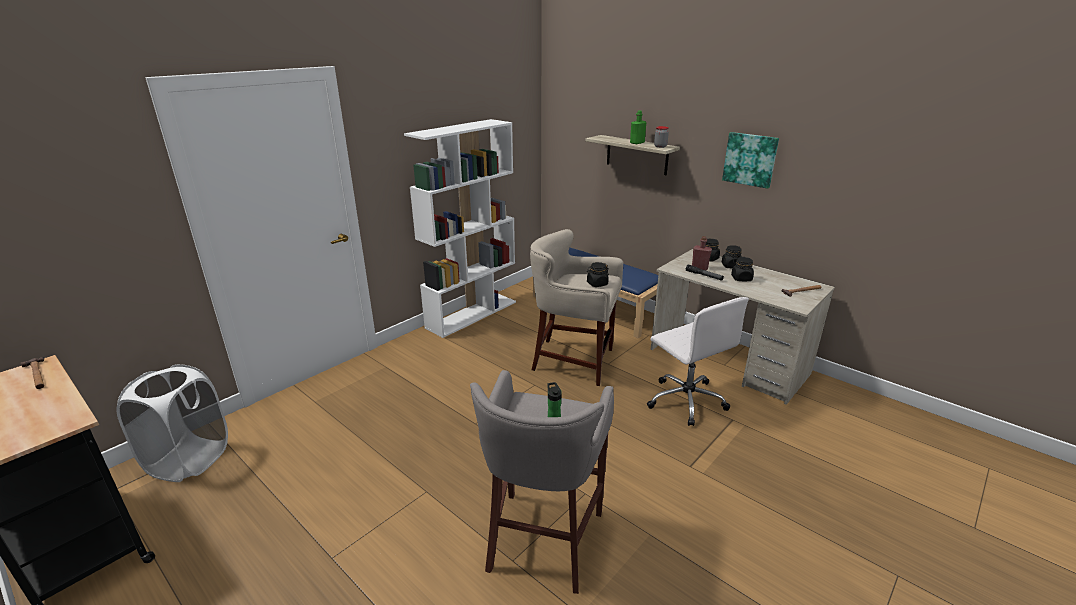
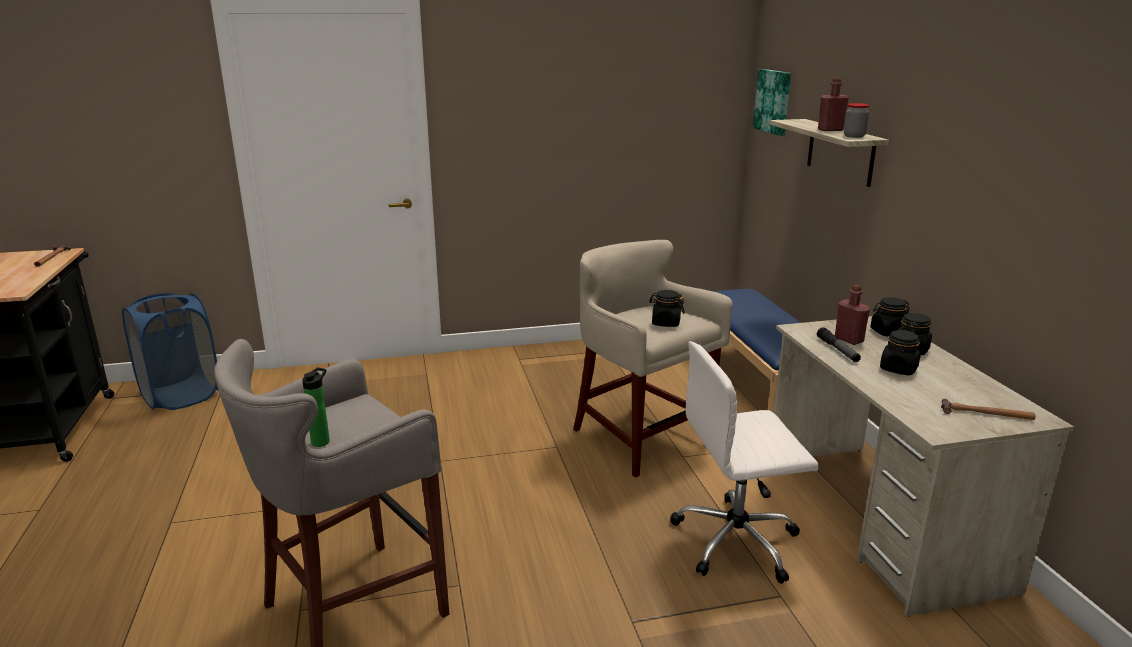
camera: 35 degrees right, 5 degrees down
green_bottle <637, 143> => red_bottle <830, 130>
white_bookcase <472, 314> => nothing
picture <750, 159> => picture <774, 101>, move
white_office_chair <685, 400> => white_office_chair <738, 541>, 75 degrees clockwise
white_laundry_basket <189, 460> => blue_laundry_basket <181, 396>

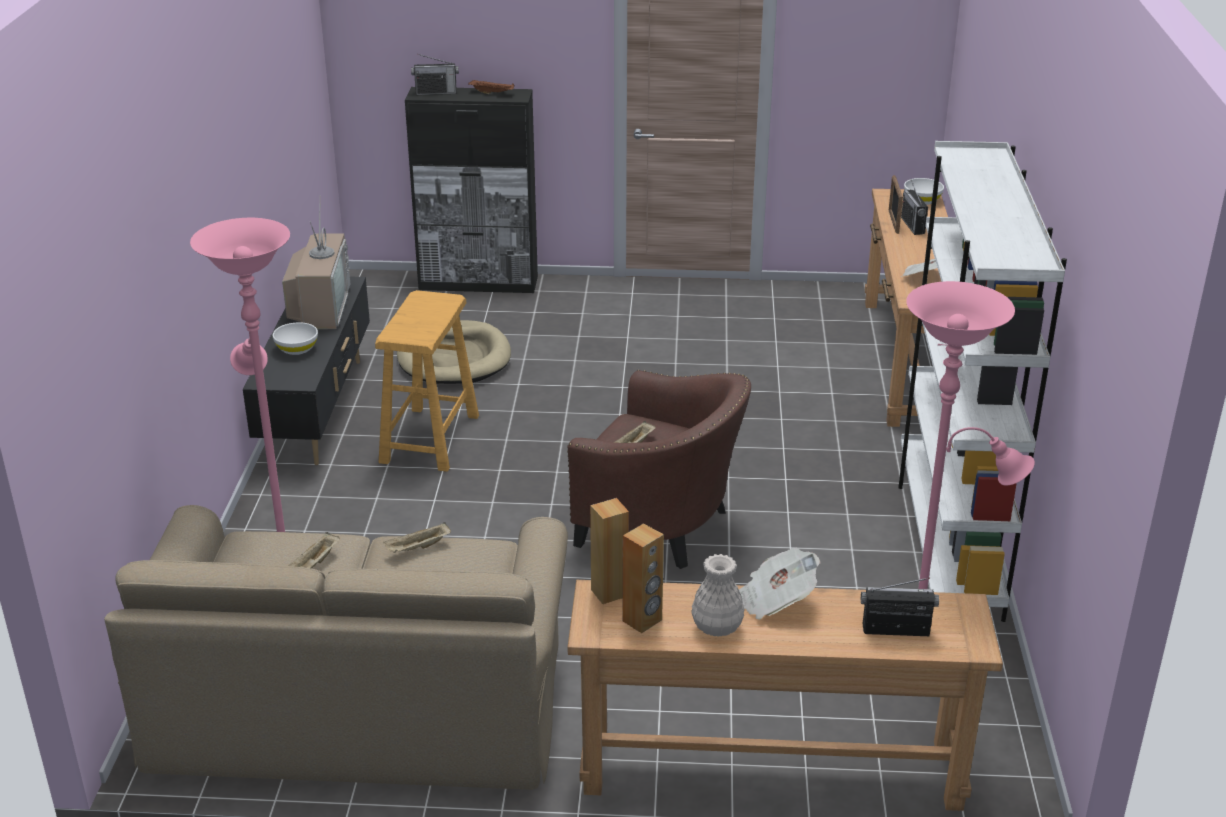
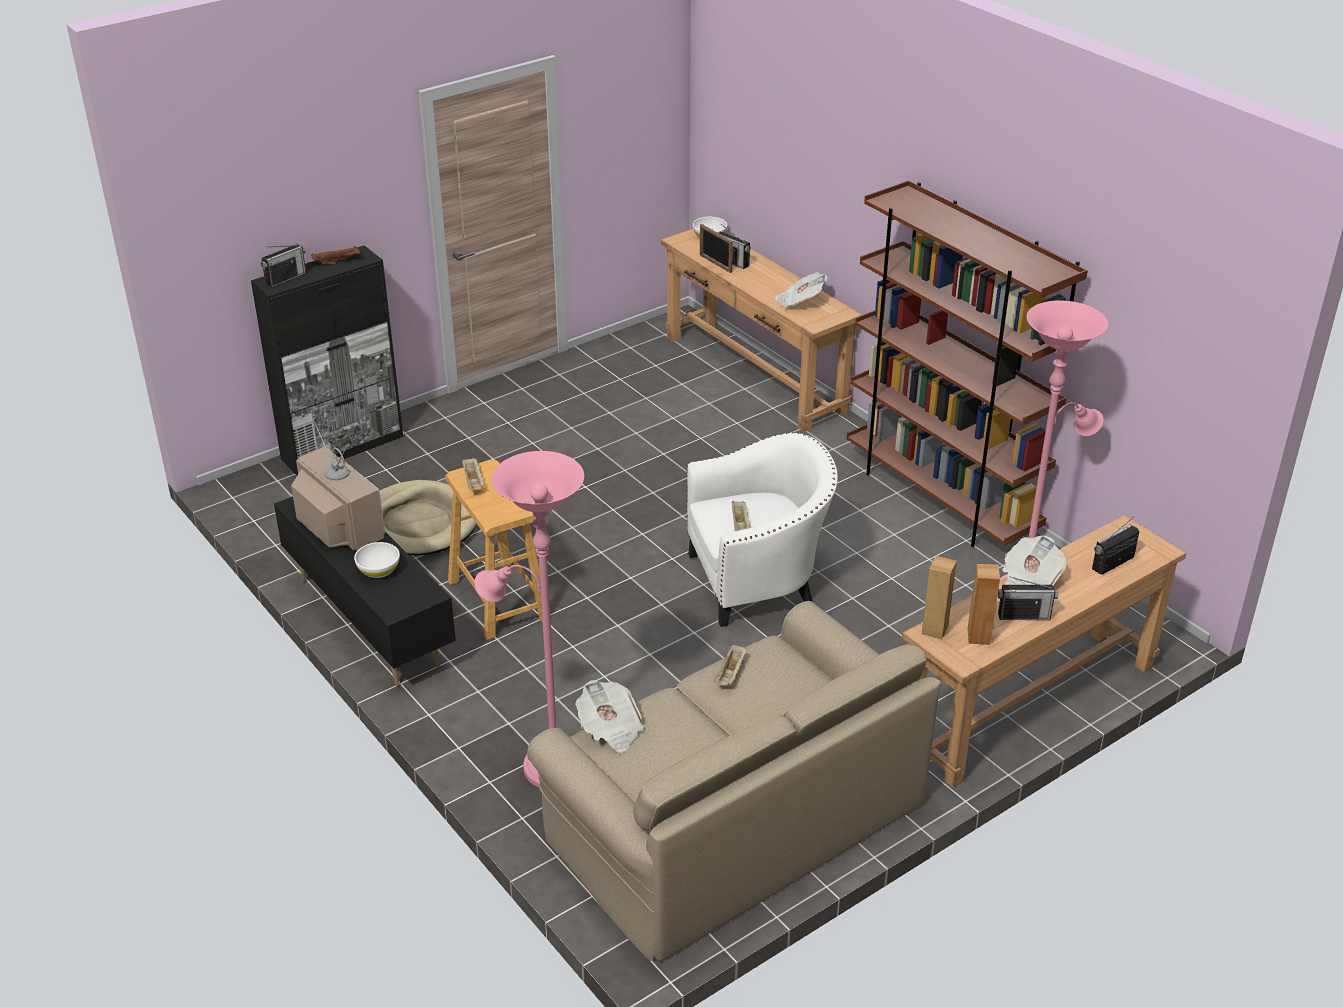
camera: 40 degrees left, 5 degrees up
white_bookcase <947, 541> => brown_bookcase <941, 499>
brown_armchair <662, 527> => white_armchair <759, 581>
beige_tray <314, 564> => beige_tray <474, 482>, move
white_vase <718, 627> => radio <1023, 616>
nothing => newspaper <610, 729>

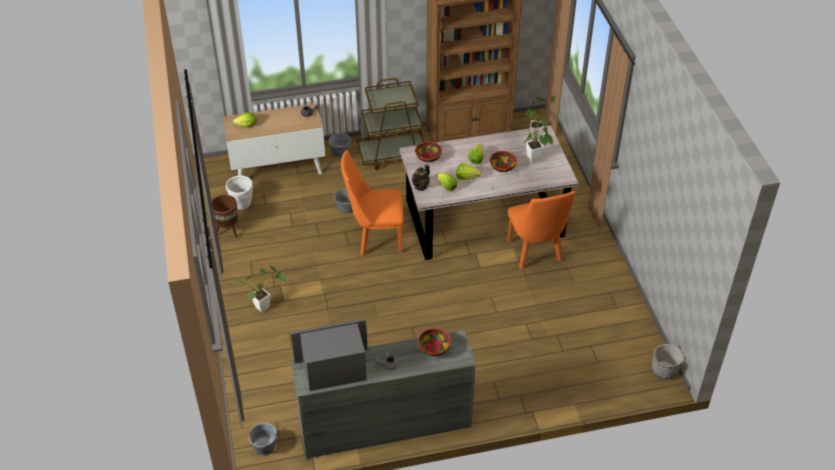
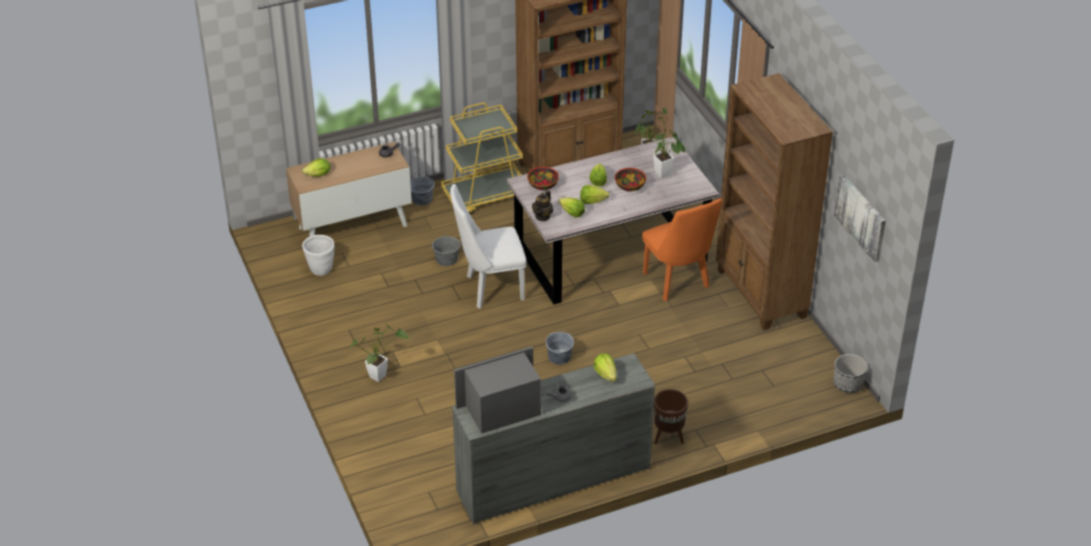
camera: 10 degrees left, 5 degrees down
brown_cart <393, 154> => yellow_cart <485, 195>
orange_chair <375, 239> => white_chair <489, 289>
brown_planter <227, 231> => brown_planter <668, 437>, move
bowl <434, 348> => lettuce <606, 374>
grey_bucket <264, 445> => grey_bucket <559, 357>, move
nothing => brown_bookcase <761, 294>
nothing => picture <861, 217>

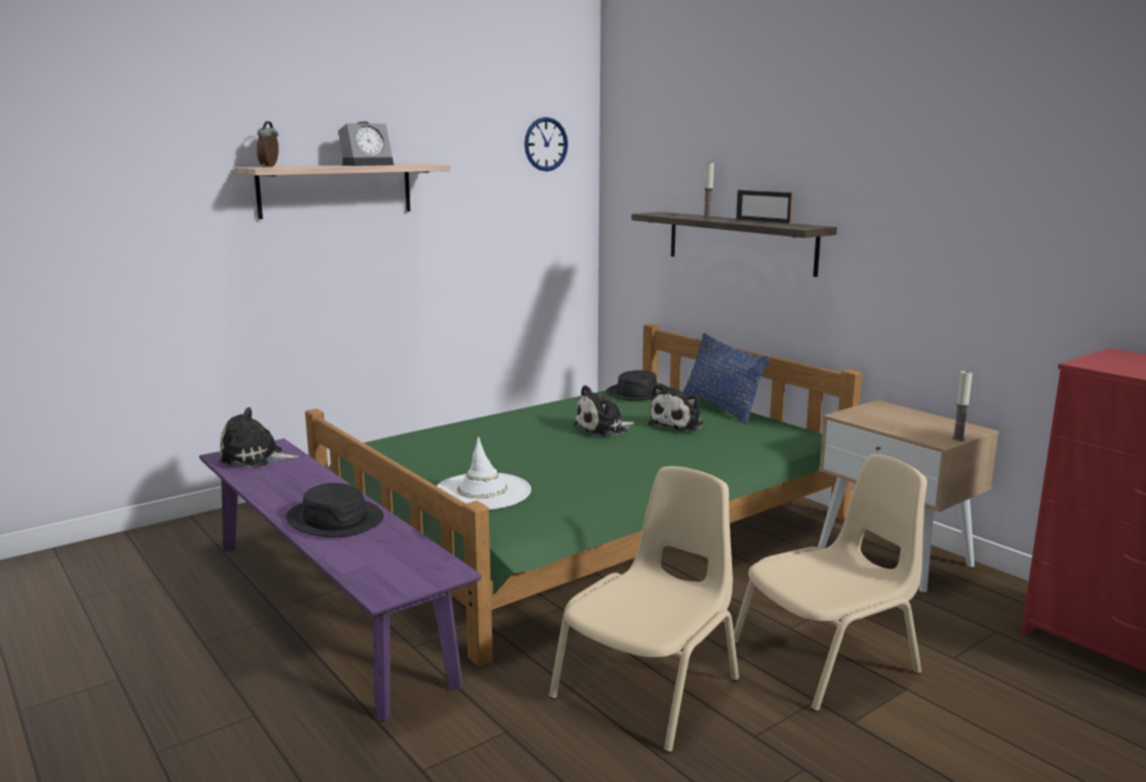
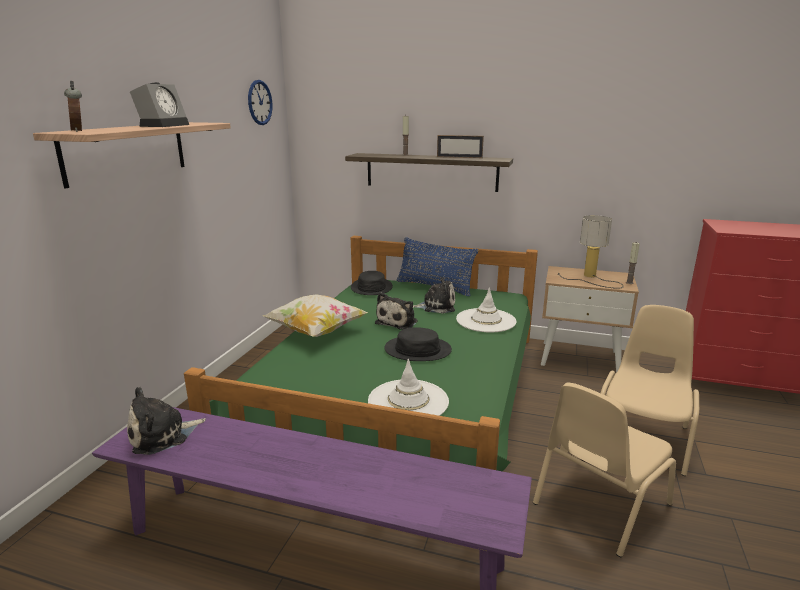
camera: 35 degrees left, 5 degrees up
plush_toy <678, 425> => plush_toy <436, 306>, 90 degrees counterclockwise
beige_chair <650, 688> => beige_chair <598, 504>, 135 degrees counterclockwise
black_hat <335, 519> => black_hat <417, 350>, move
nothing => table_lamp <590, 278>
nothing => white_hat <486, 320>
nothing => pillow <316, 332>

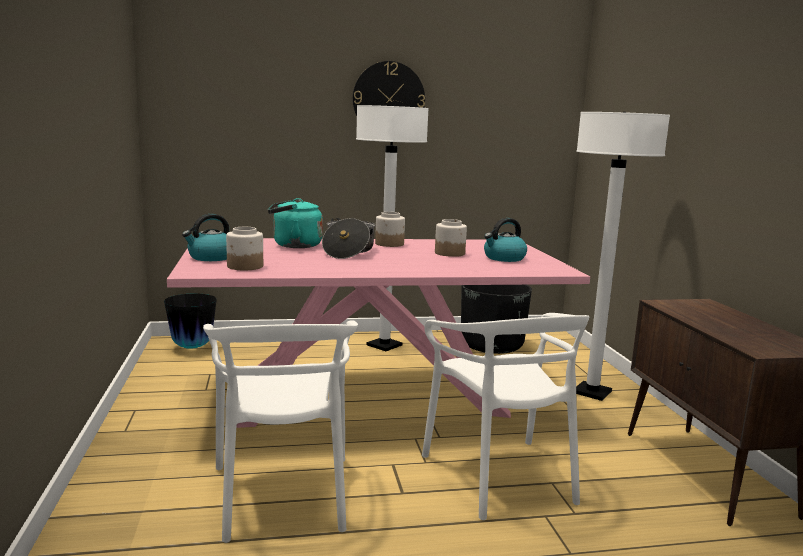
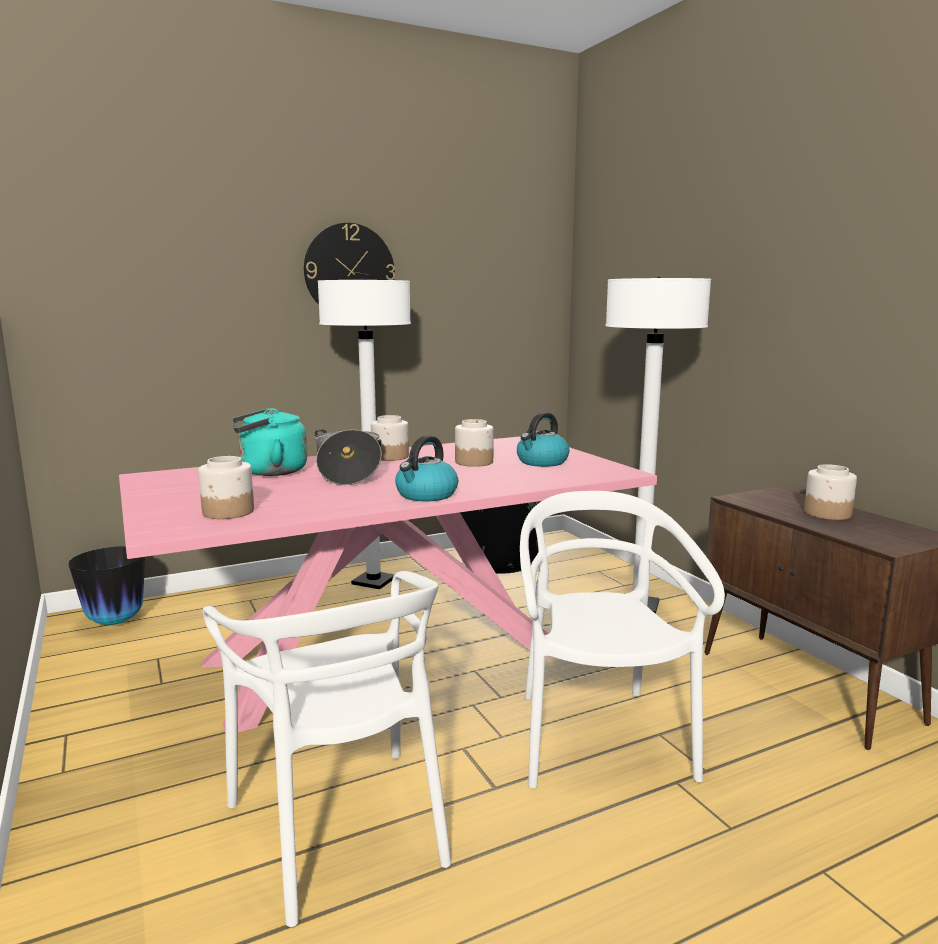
camera: 15 degrees left, 0 degrees up
kettle <211, 257> => kettle <426, 495>, move
white_chair <500, 476> => white_chair <598, 738>, 150 degrees counterclockwise
nothing => jar <828, 513>

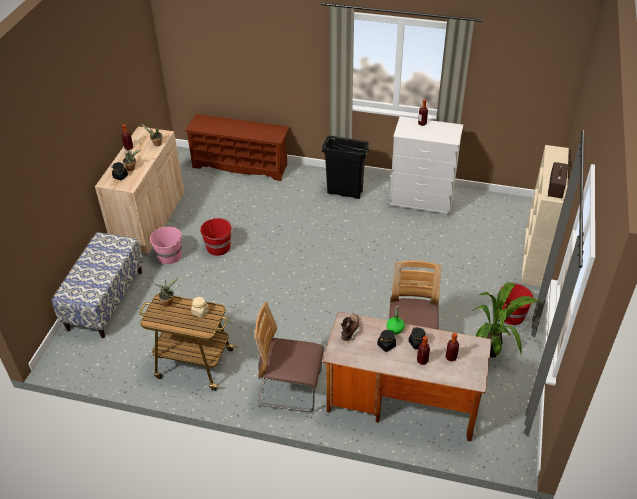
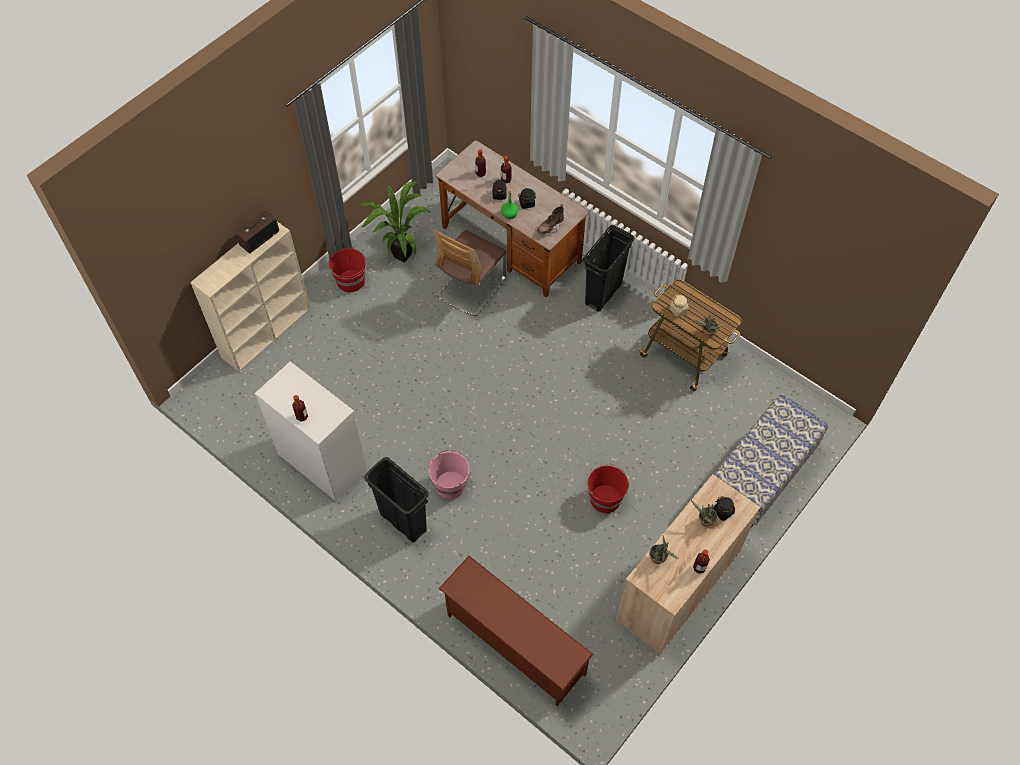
camera: 155 degrees left, 15 degrees up
pink_bucket <169, 256> => pink_bucket <451, 484>, move
chair <290, 389> => black_trash_can <603, 294>

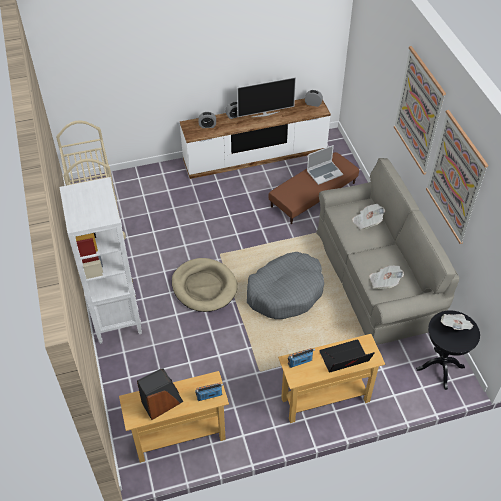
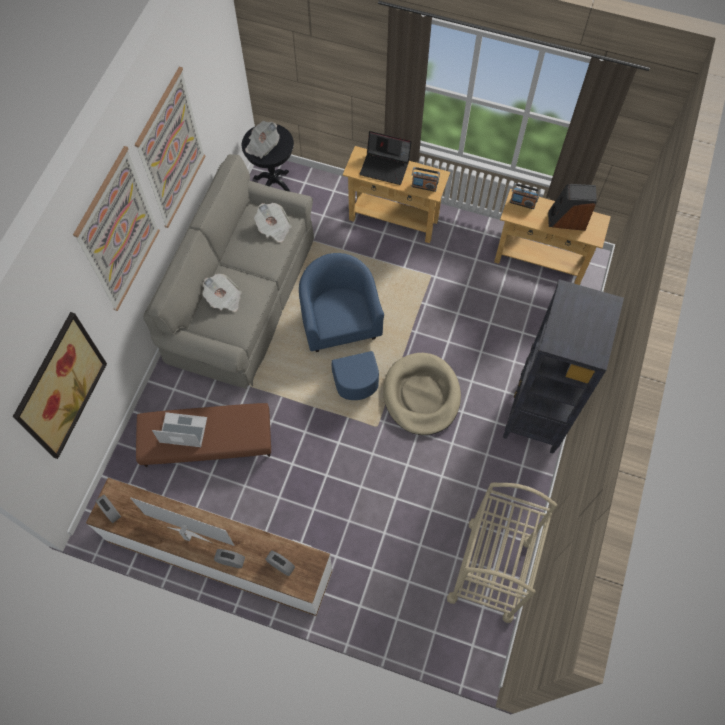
camera: 145 degrees left, 15 degrees up
white_bookcase <116, 316> => black_bookcase <535, 417>
grey_dog_bed <285, 292> => blue_armchair <343, 338>
nothing => picture <60, 386>

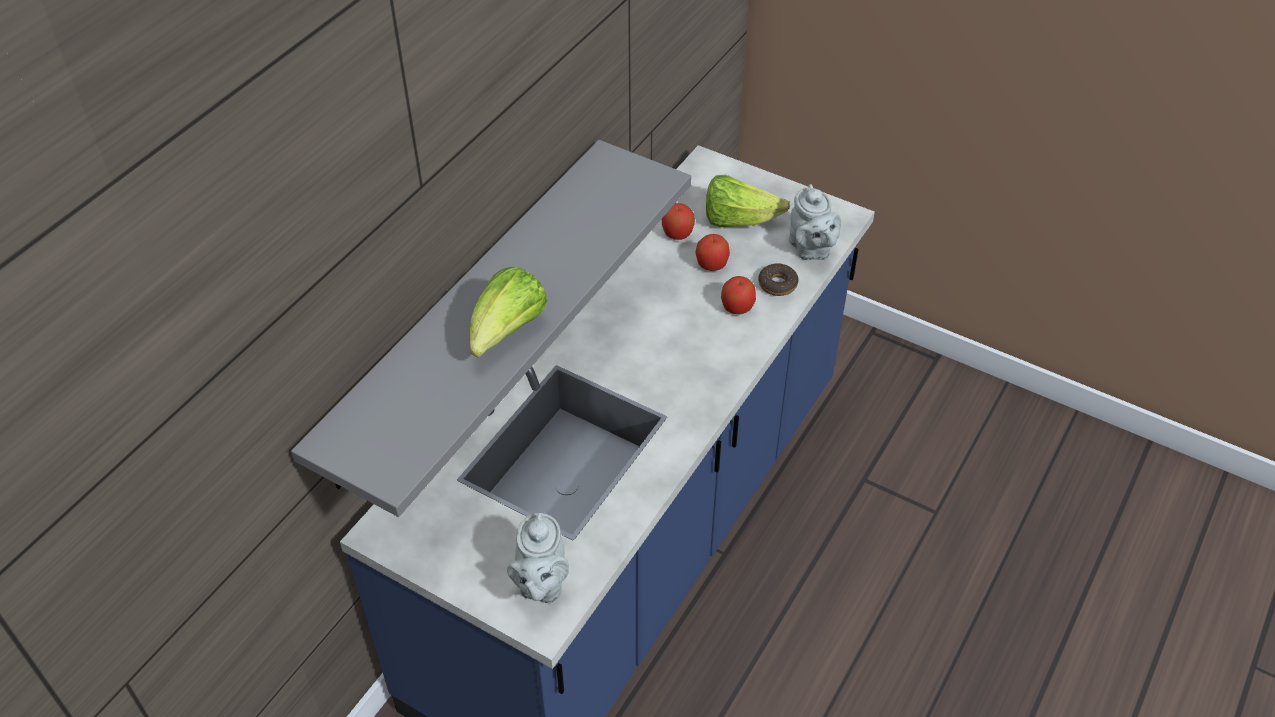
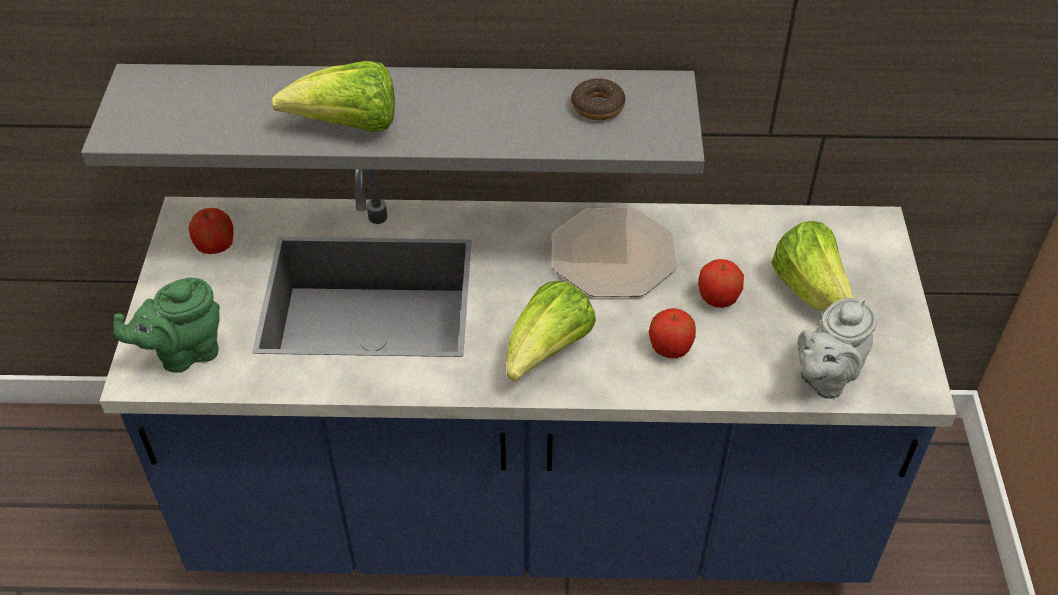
camera: 60 degrees right, 0 degrees up
apple <677, 234> => apple <215, 246>, move
donut <777, 284> => donut <597, 106>, move
grey_teapot <541, 584> => green_teapot <184, 352>
nothing => plate <614, 253>
nothing => lettuce <547, 352>

